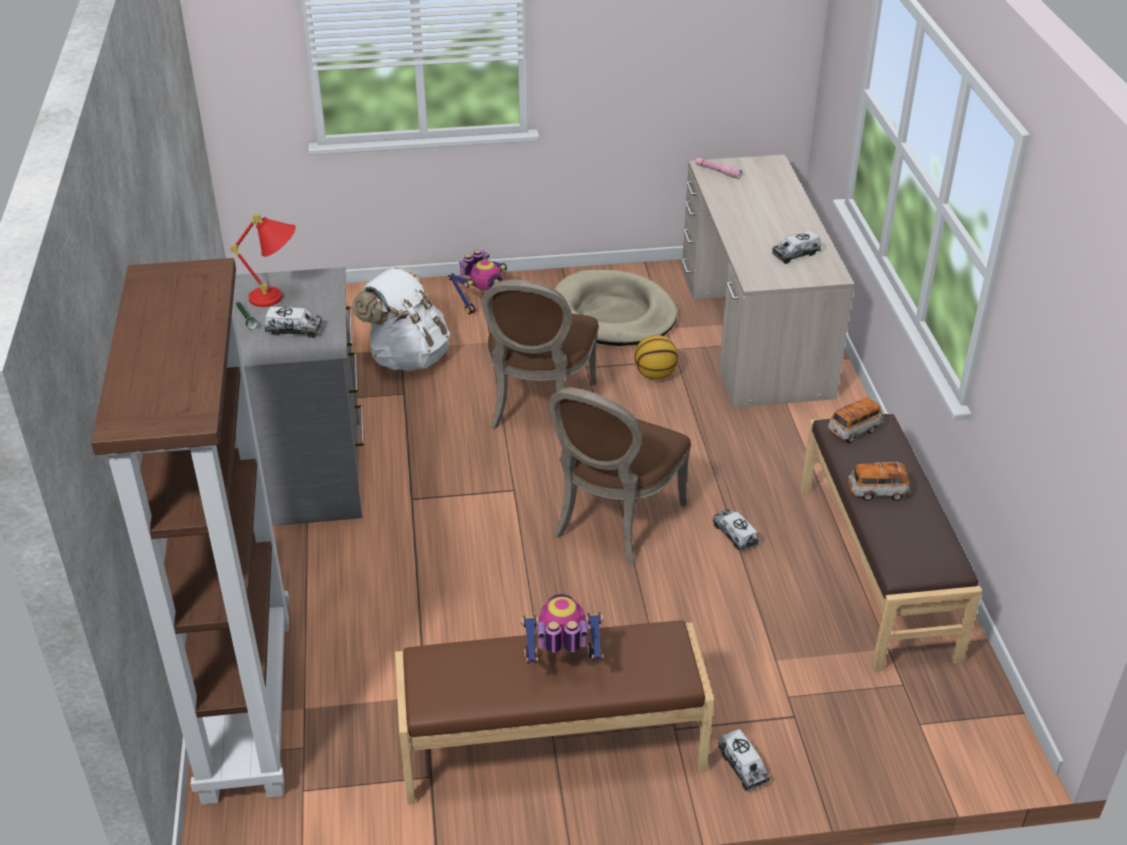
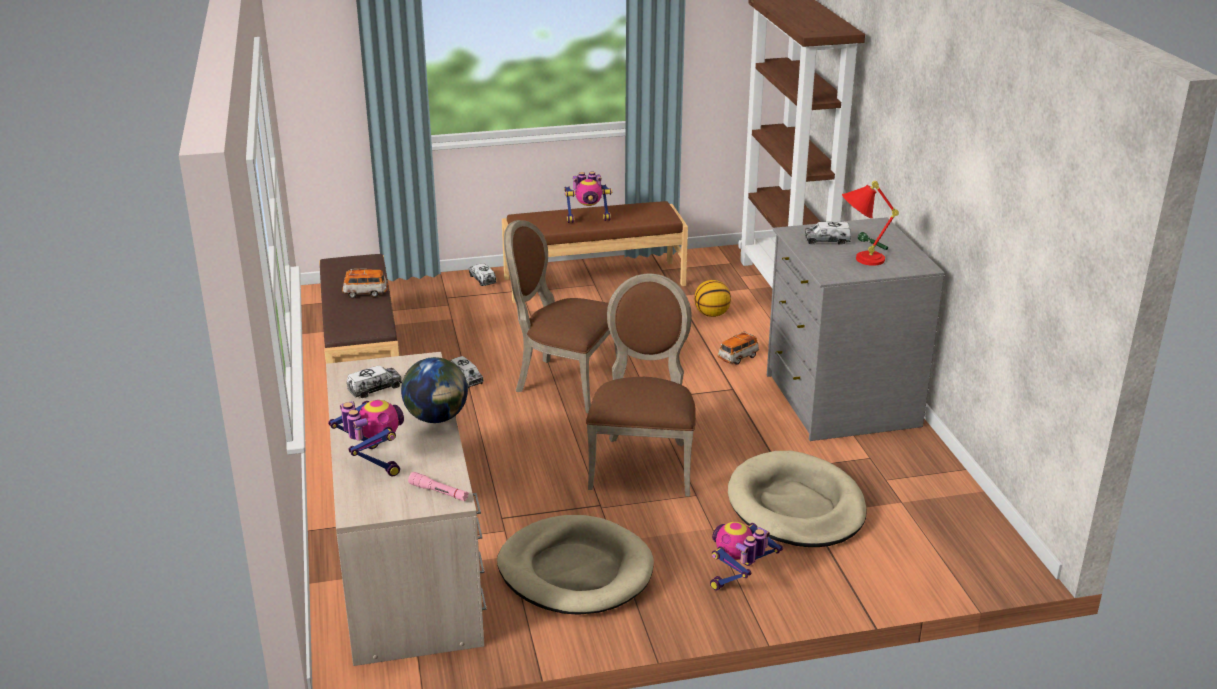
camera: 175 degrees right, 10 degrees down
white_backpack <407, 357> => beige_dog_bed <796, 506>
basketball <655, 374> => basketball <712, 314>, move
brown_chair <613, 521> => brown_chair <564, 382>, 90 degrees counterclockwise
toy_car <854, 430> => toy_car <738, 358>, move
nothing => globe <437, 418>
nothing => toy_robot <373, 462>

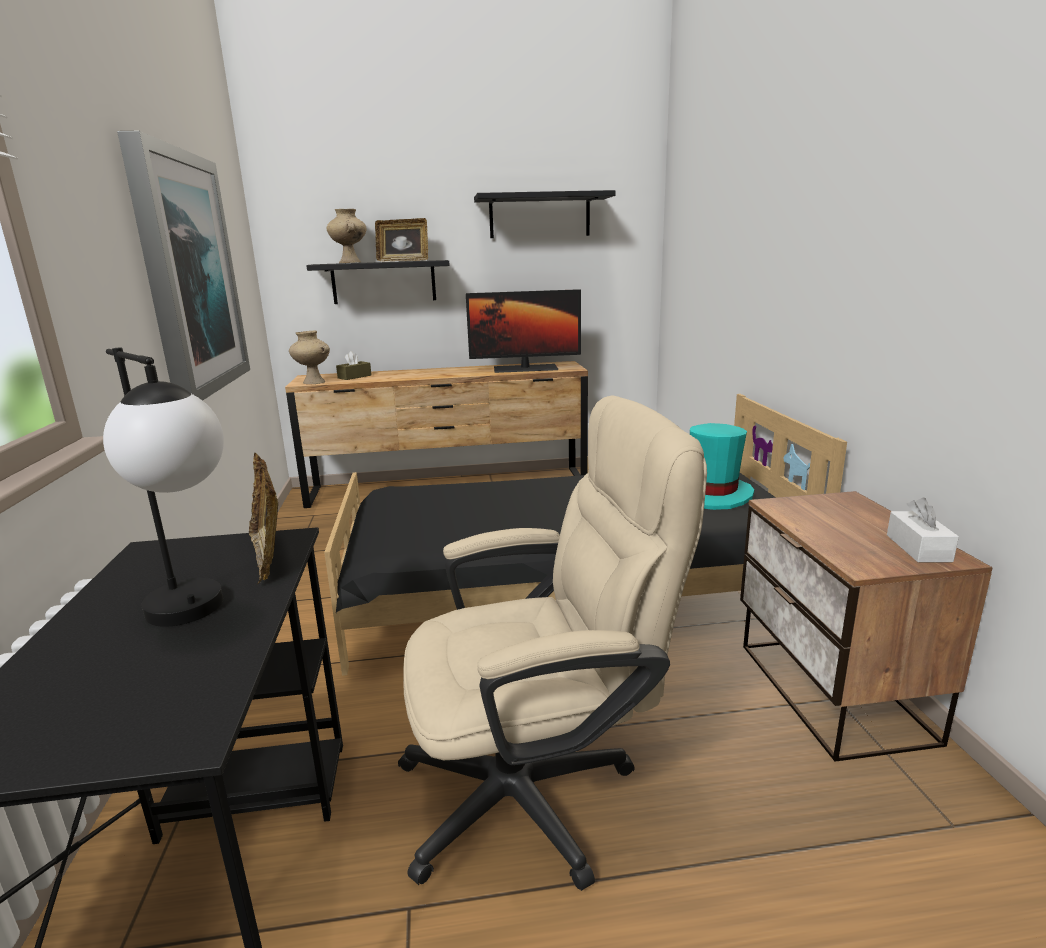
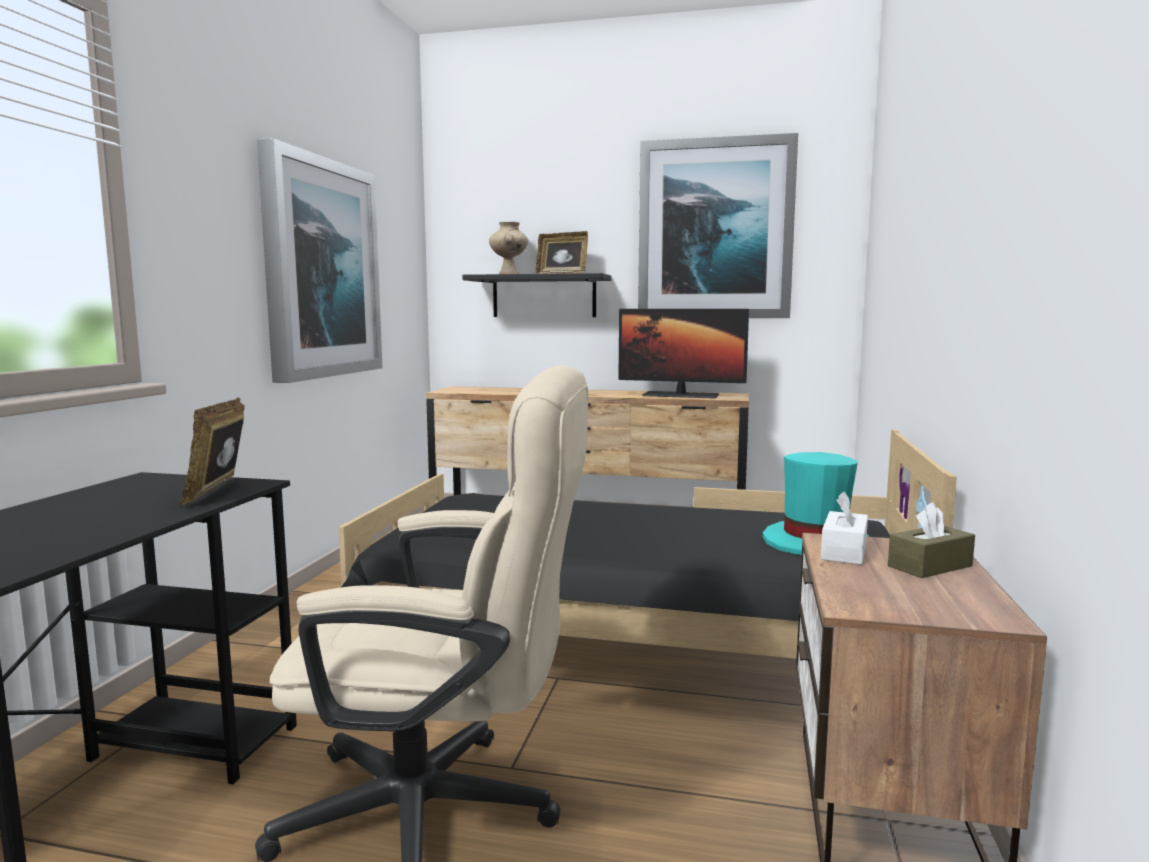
camera: 20 degrees right, 10 degrees down
black_shelf <539, 216> => picture <715, 230>
beige_vase <313, 382> => nothing
table_lamp <198, 617> => nothing
brown_tissue_box <354, 377> => brown_tissue_box <930, 566>, move
white_tissue_box <918, 548> => white_tissue_box <844, 551>, move

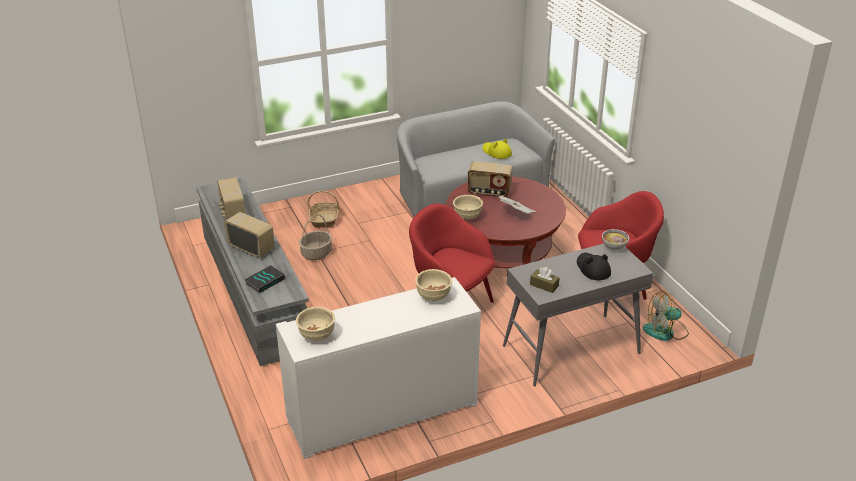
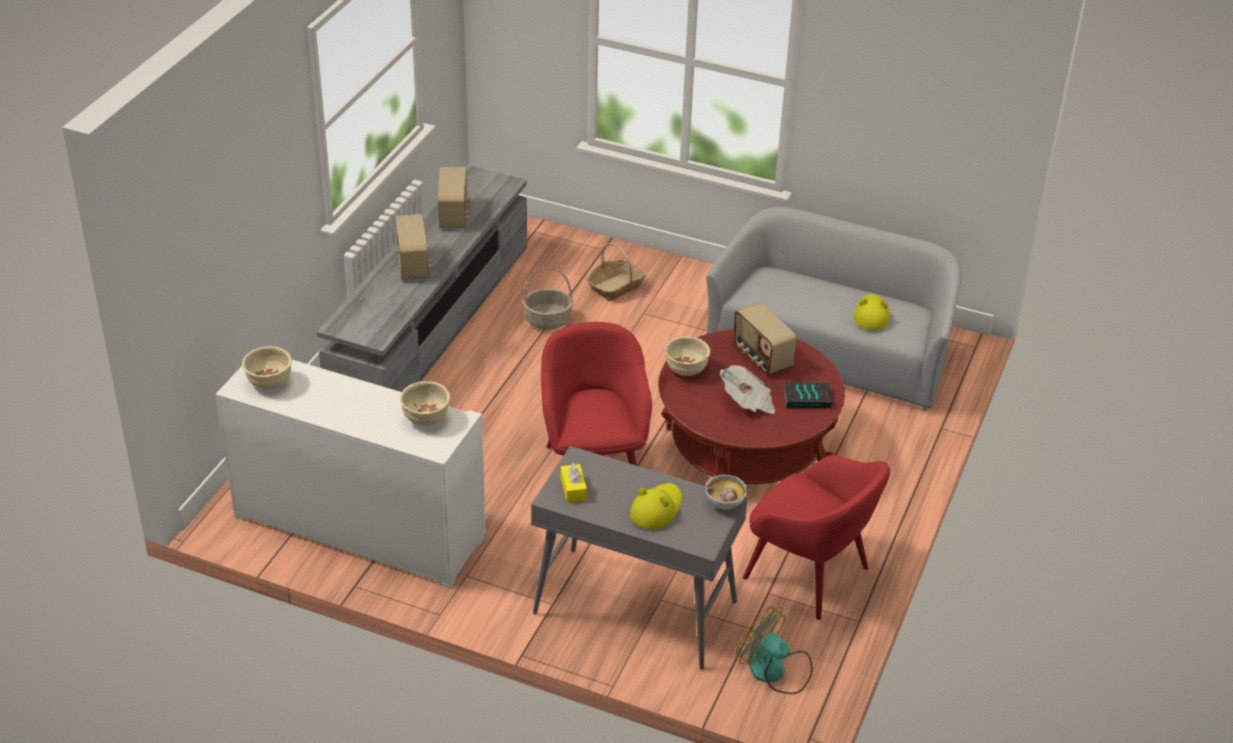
camera: 45 degrees right, 5 degrees up
radio <232, 213> => radio <454, 215>, 150 degrees clockwise
black_hat <592, 269> => yellow_hat <656, 509>
book <265, 281> => book <808, 397>, move
brown_tissue_box <544, 285> => yellow_tissue_box <573, 489>

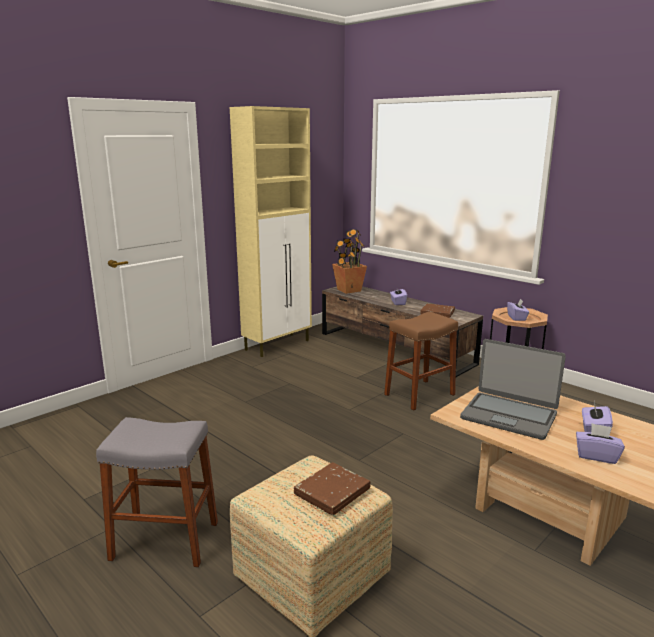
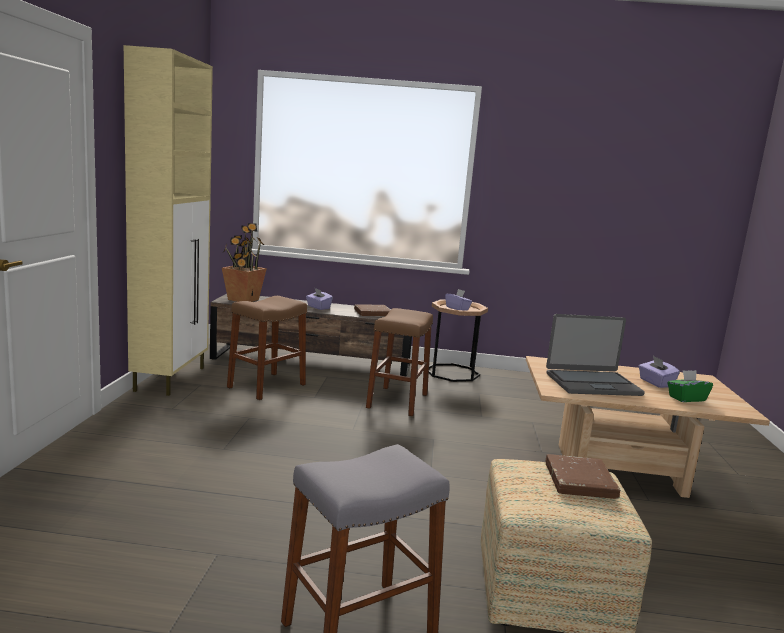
camera: 40 degrees left, 5 degrees down
purple_tissue_box <596, 456> => green_tissue_box <686, 398>
nothing => brown_stool <267, 386>

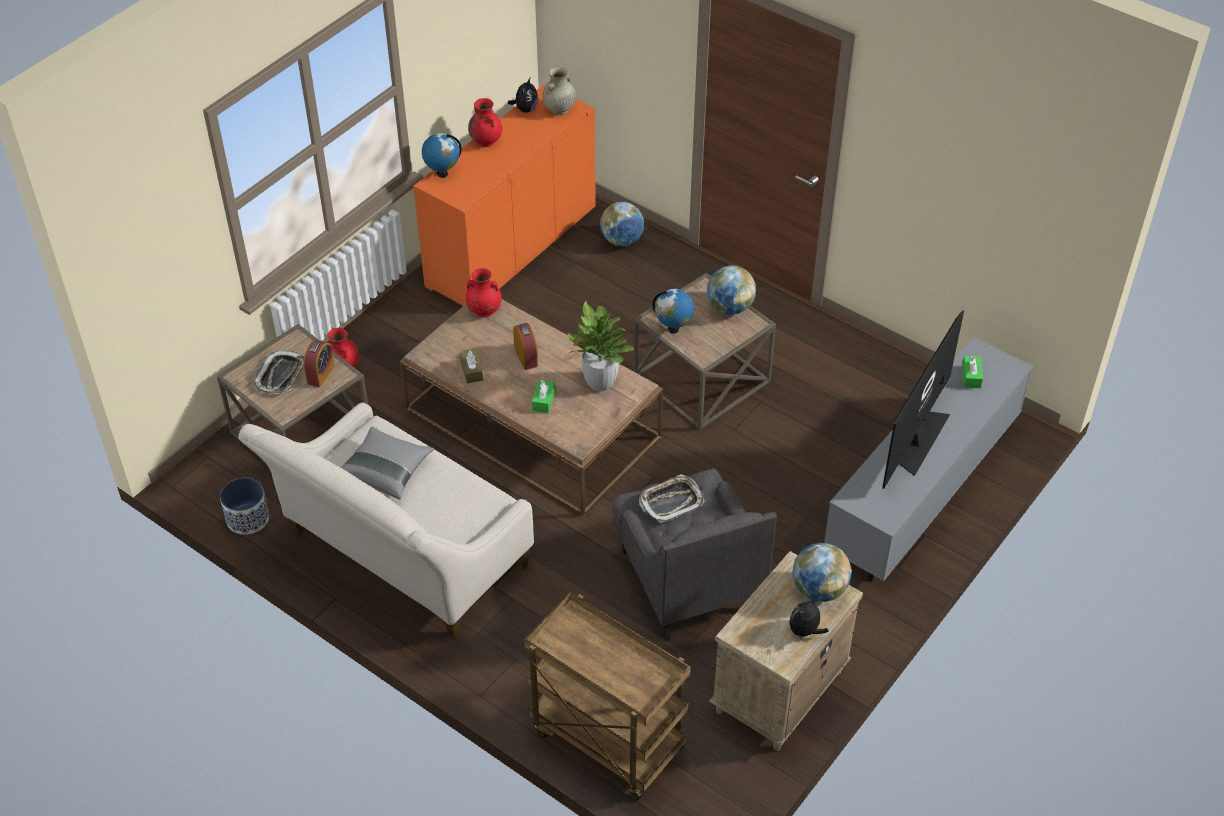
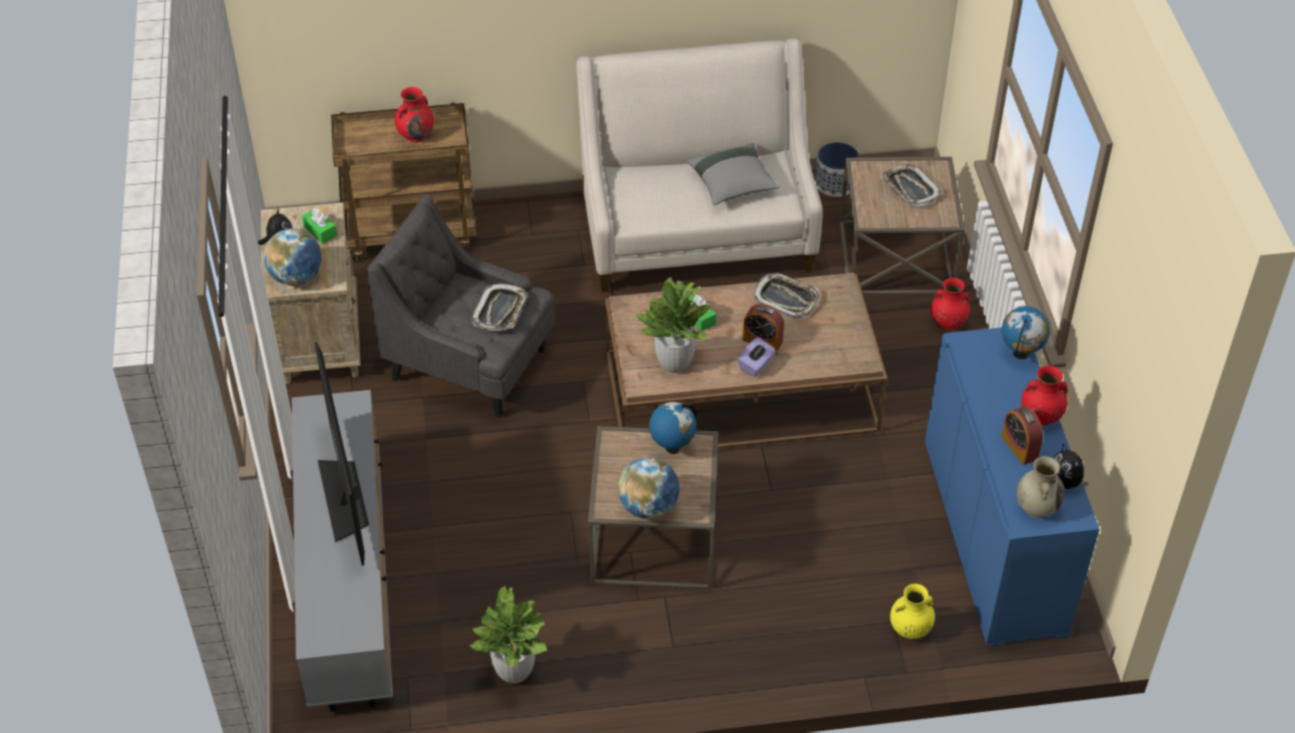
camera: 135 degrees right, 0 degrees up
orange_cabinet <512, 247> => blue_cabinet <993, 537>
globe <622, 240> => yellow_vase <909, 629>
red_vase <484, 310> => red_vase <416, 135>, move
alarm_clock <321, 374> => alarm_clock <1019, 447>, move
brown_tissue_box <471, 371> => tray <786, 299>
green_tissue_box <971, 376> => green_tissue_box <320, 231>, move
nothing => purple_tissue_box <756, 365>
nothing => potted_plant <514, 672>

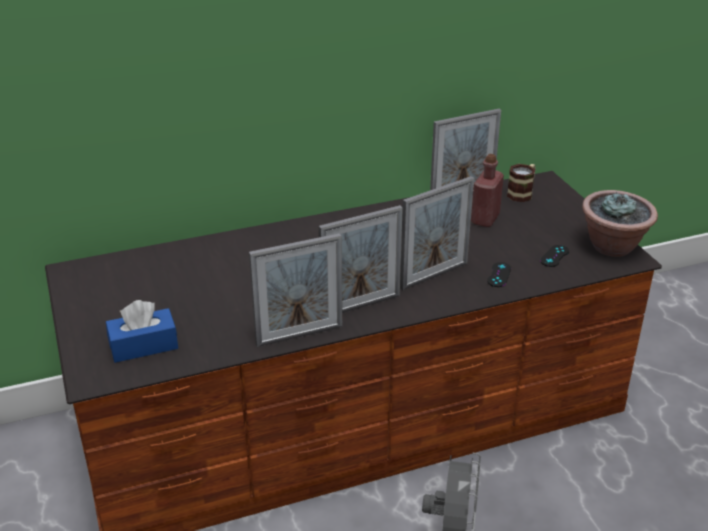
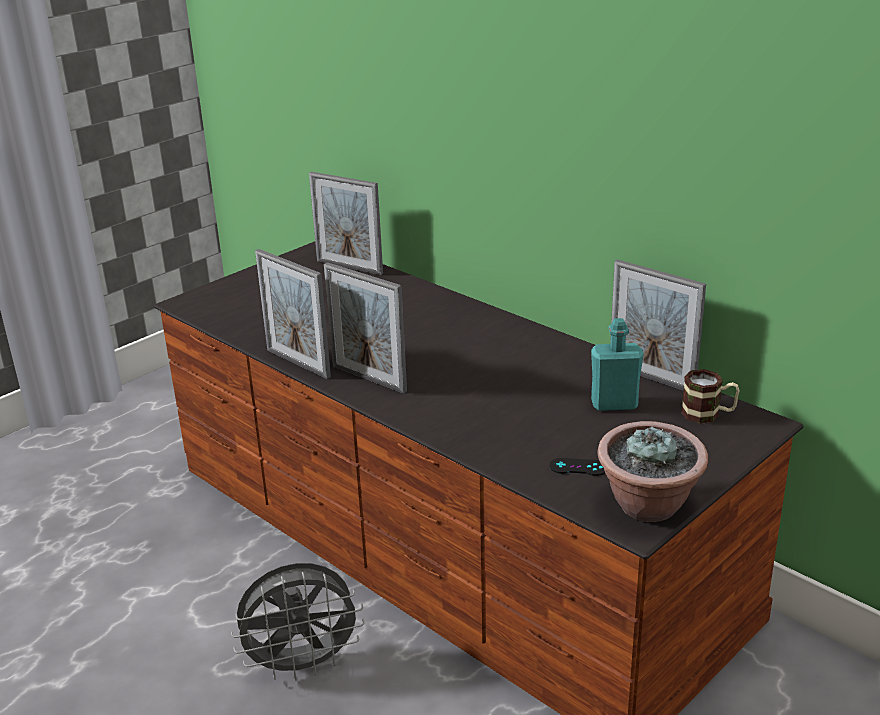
camera: 65 degrees right, 5 degrees down
red_bottle <485, 219> => turquoise_bottle <614, 404>
picture_frame <434, 276> => picture_frame <349, 267>, move
black_game_controller <499, 275> => nothing
blue_tissue_box <143, 346> => nothing

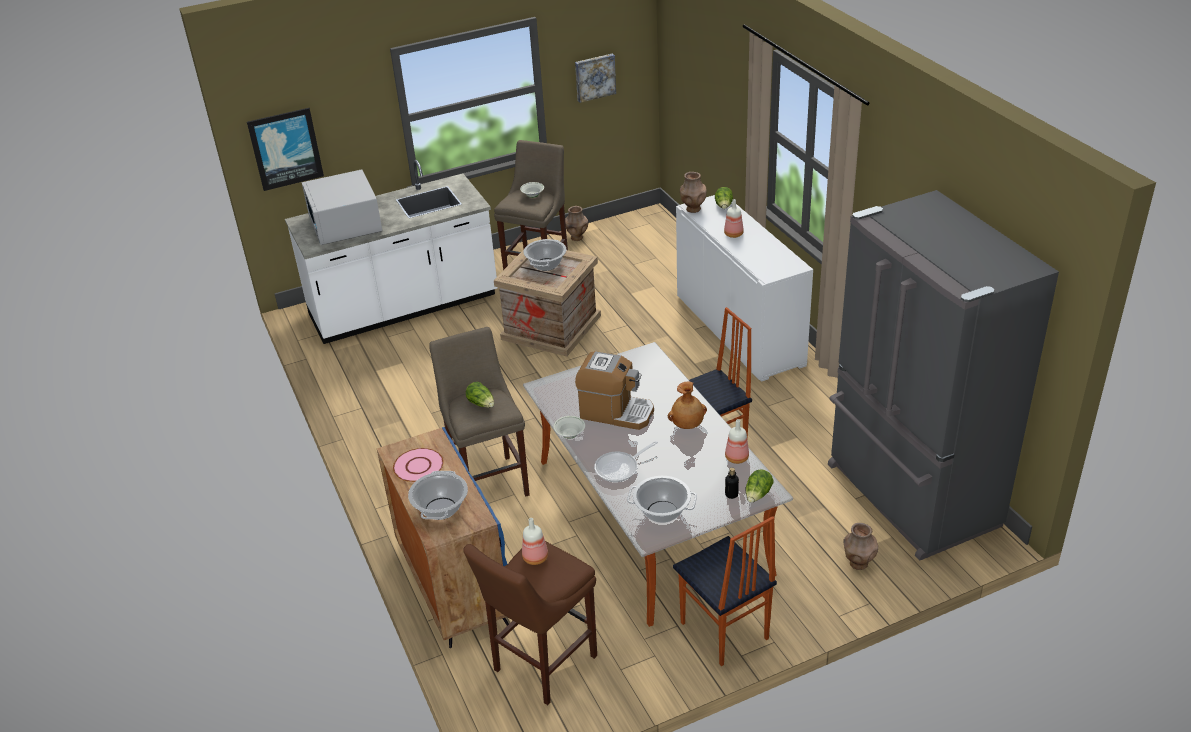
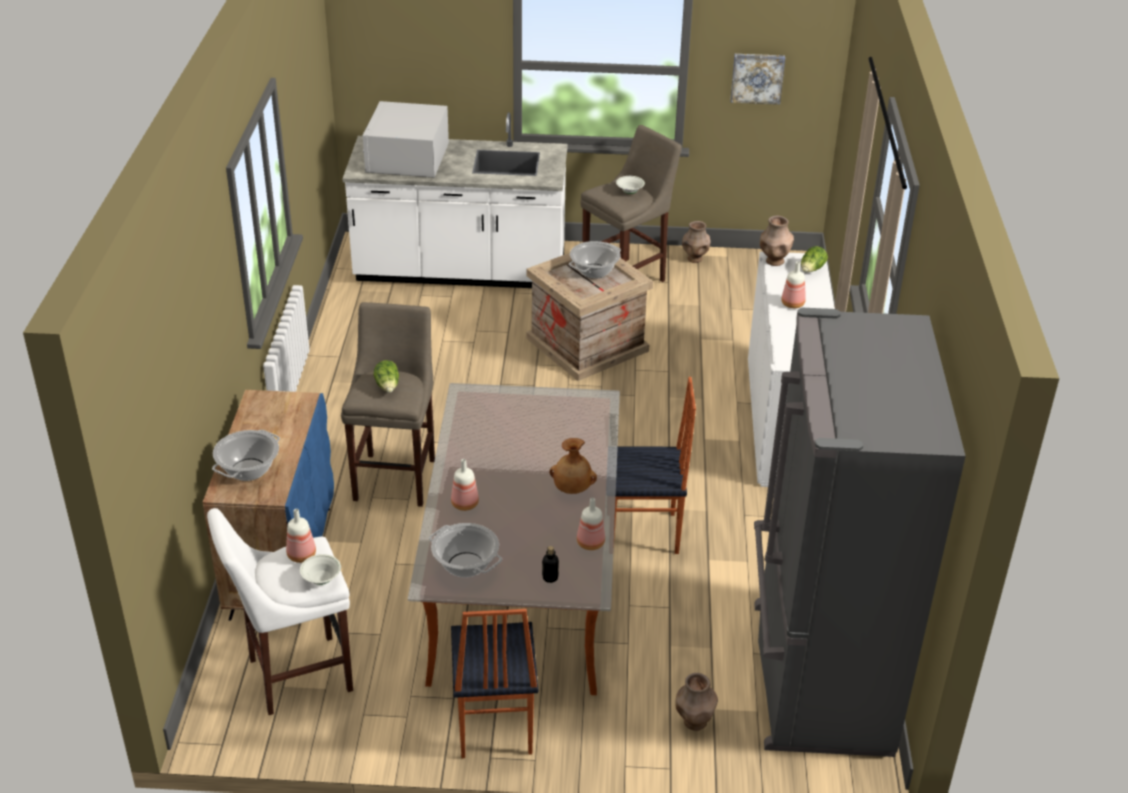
camera: 25 degrees right, 0 degrees up
picture <285, 148> => nothing
coffee_machine <616, 412> => nothing
white_bowl <570, 435> => white_bowl <321, 579>, move
frying_pan <620, 468> => bottle <465, 504>
pink_plate <418, 466> => nothing
lettuce <758, 495> => nothing
brown_stool <541, 666> => white_stool <294, 675>

